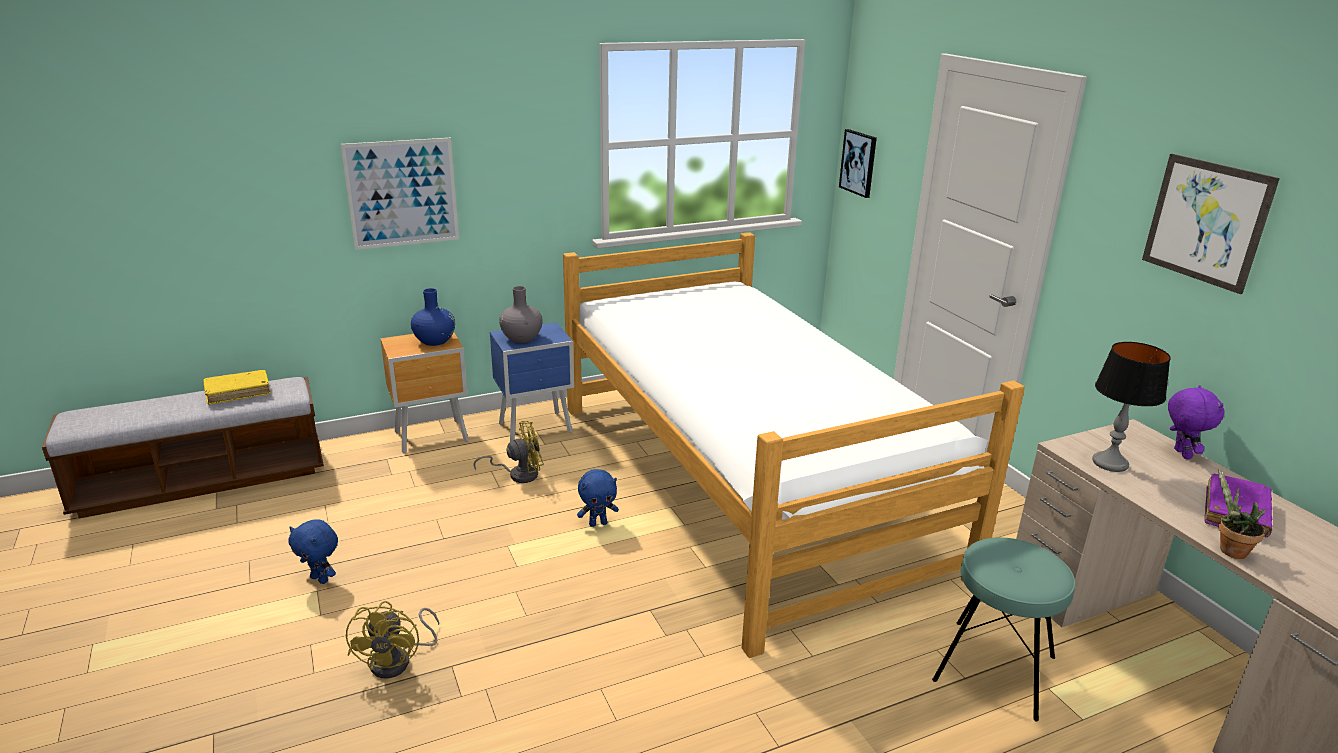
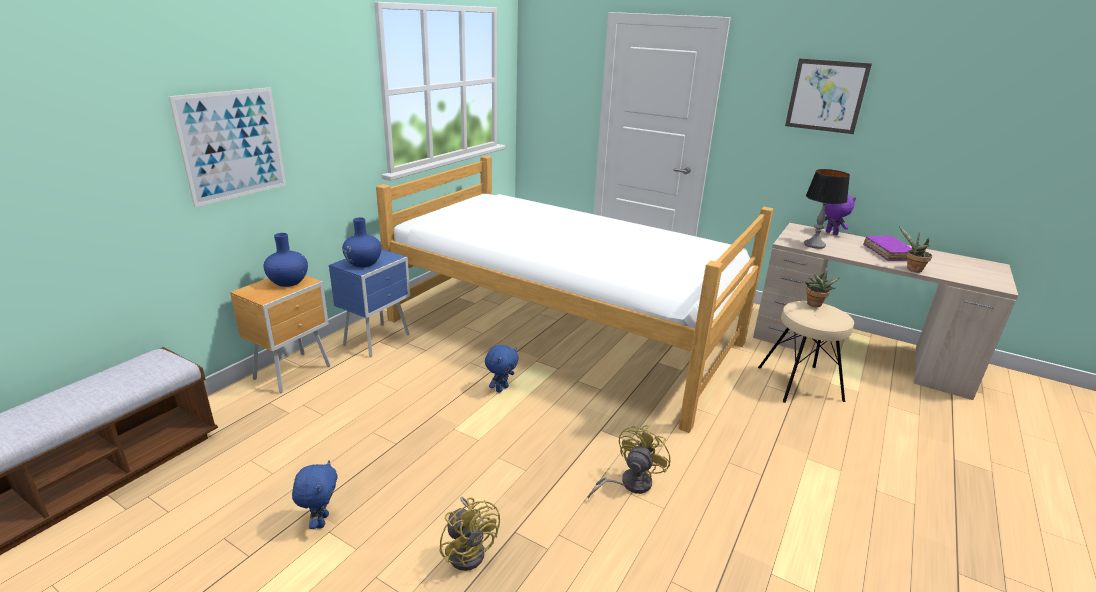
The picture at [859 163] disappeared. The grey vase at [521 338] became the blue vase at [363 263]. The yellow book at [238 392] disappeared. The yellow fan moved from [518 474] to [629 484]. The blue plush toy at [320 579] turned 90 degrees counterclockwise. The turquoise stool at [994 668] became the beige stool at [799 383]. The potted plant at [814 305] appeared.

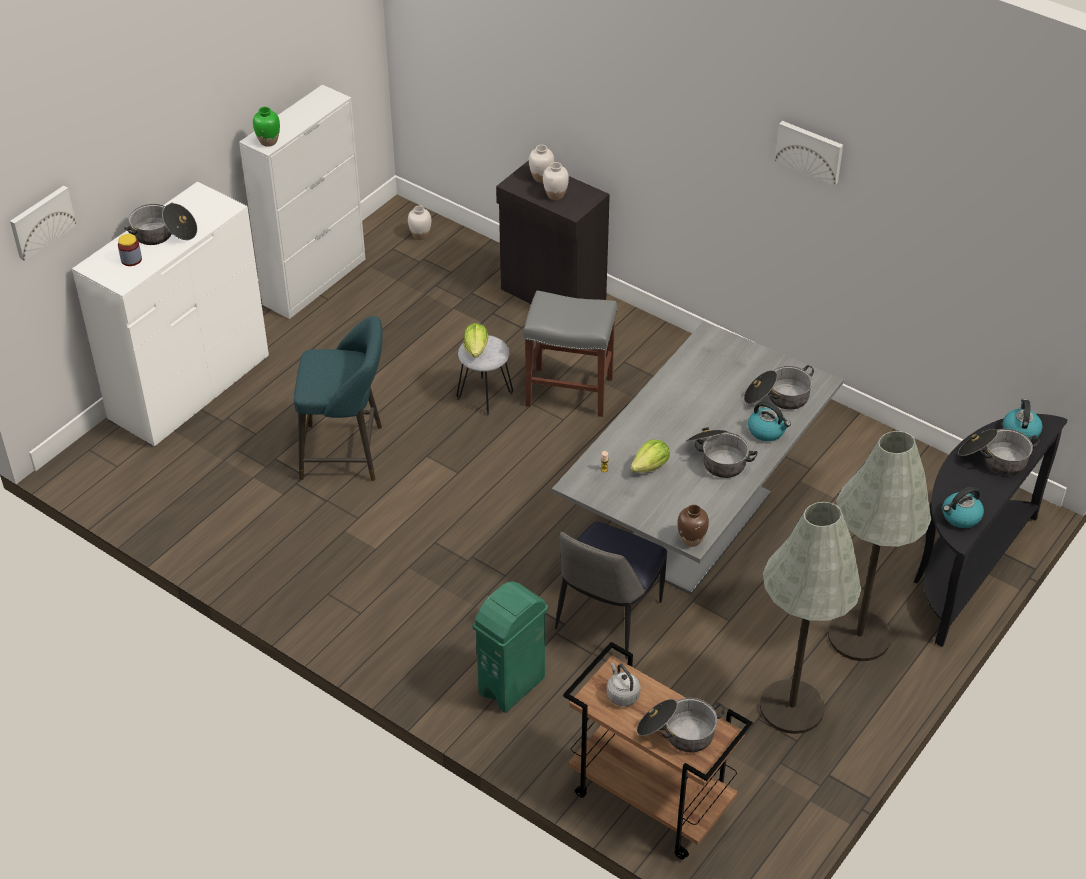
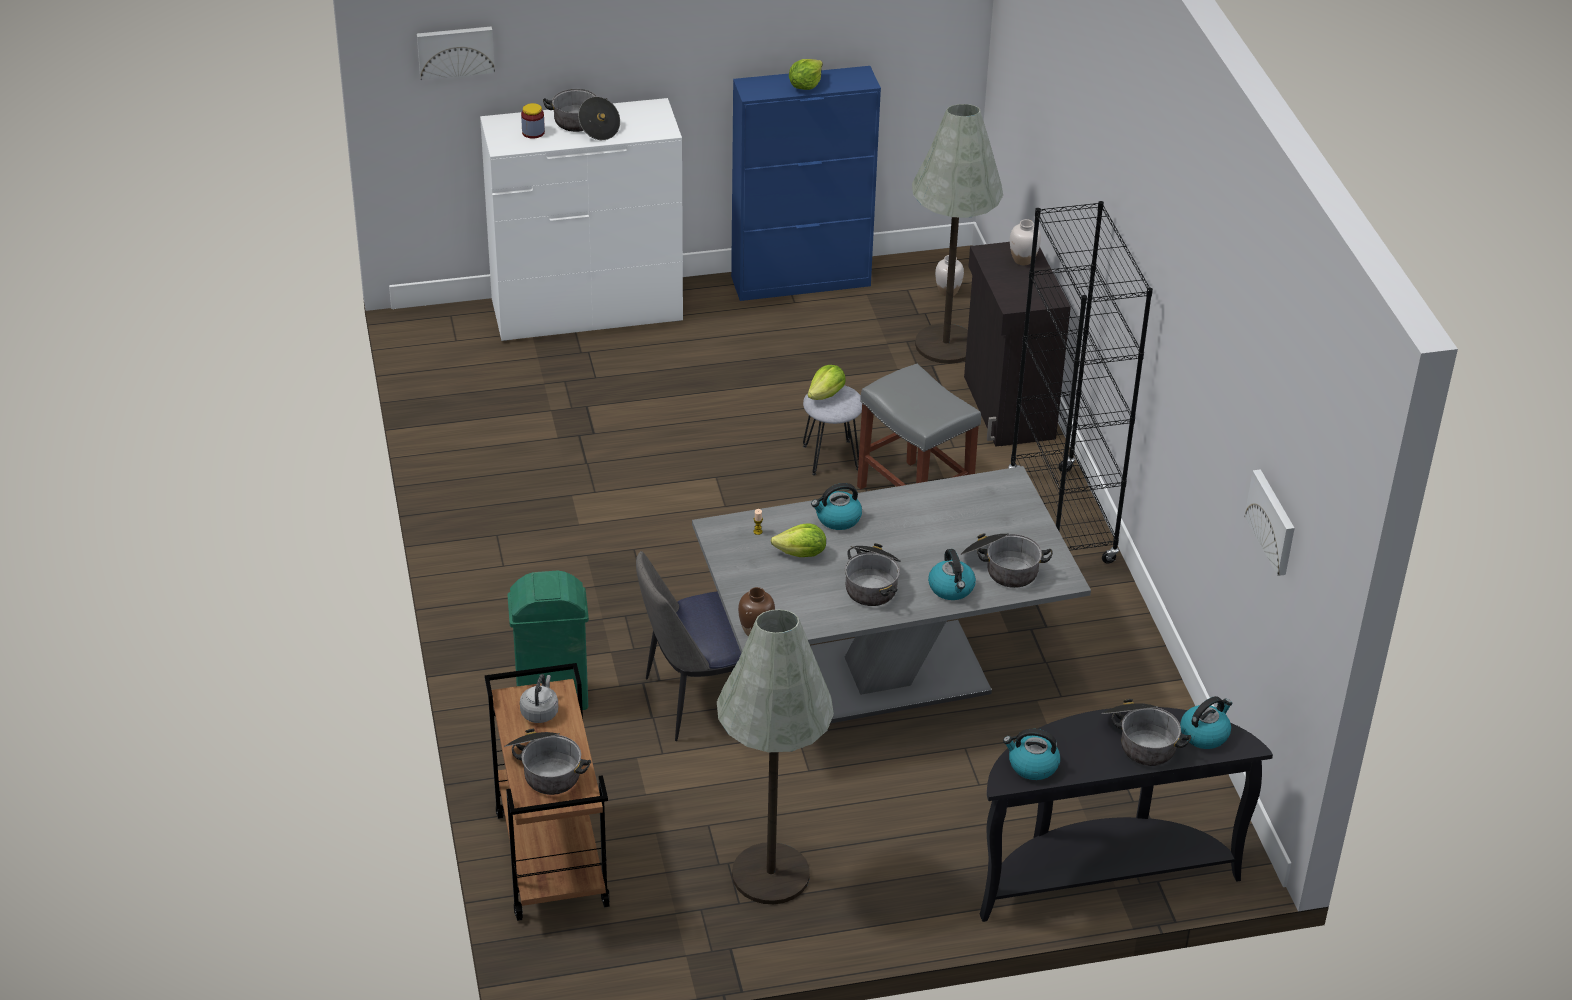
The white cabinet at [315 281] became the blue cabinet at [801 281]. The green vase at [268 142] disappeared. The picture moved from [810 151] to [1273 521]. The white vase at [555 195] disappeared. The turquoise stool at [347 453] disappeared. The grey floor lamp moved from [859 636] to [945 345]. The lettuce at [805 85] appeared. The black bookcase at [1061 519] appeared. The kettle at [837 519] appeared.

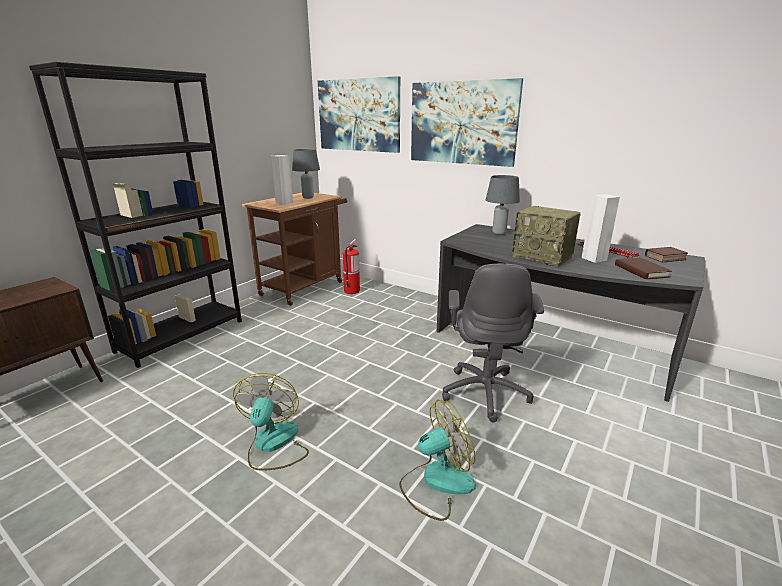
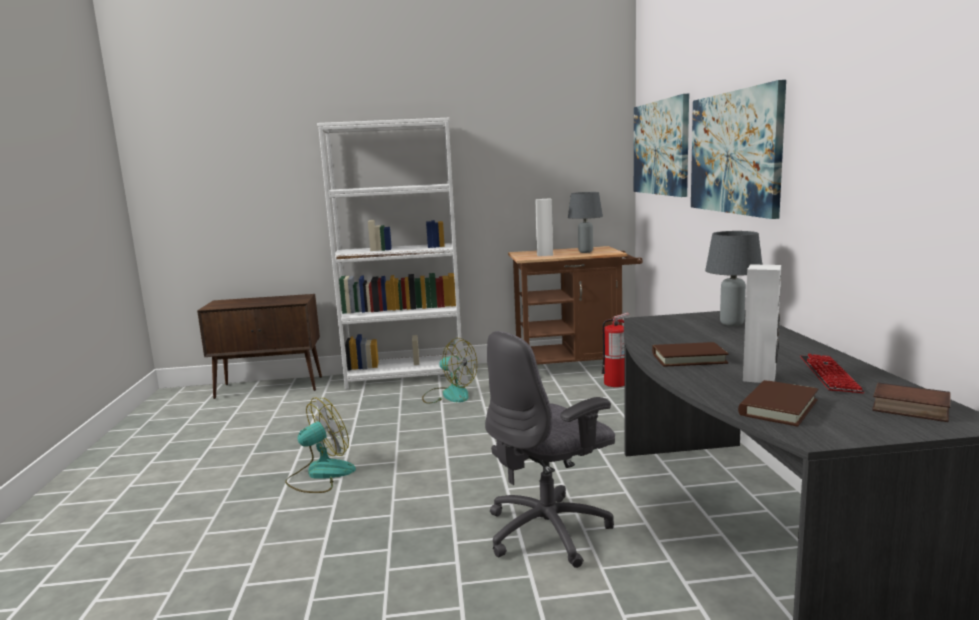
The black bookcase at [182 336] became the white bookcase at [405 377]. The radio at [543 257] was replaced by the brown book at [689 358]. The fan moved from [436 483] to [449 395].

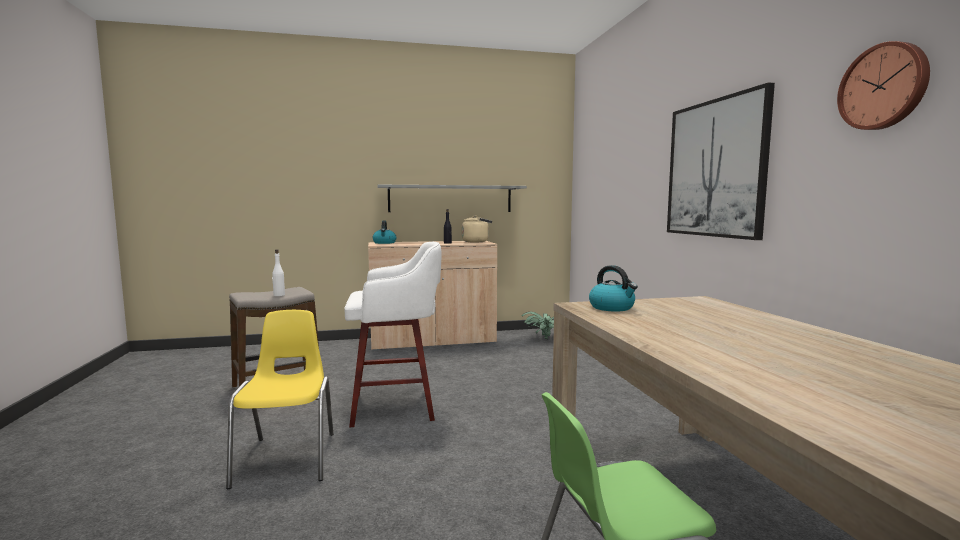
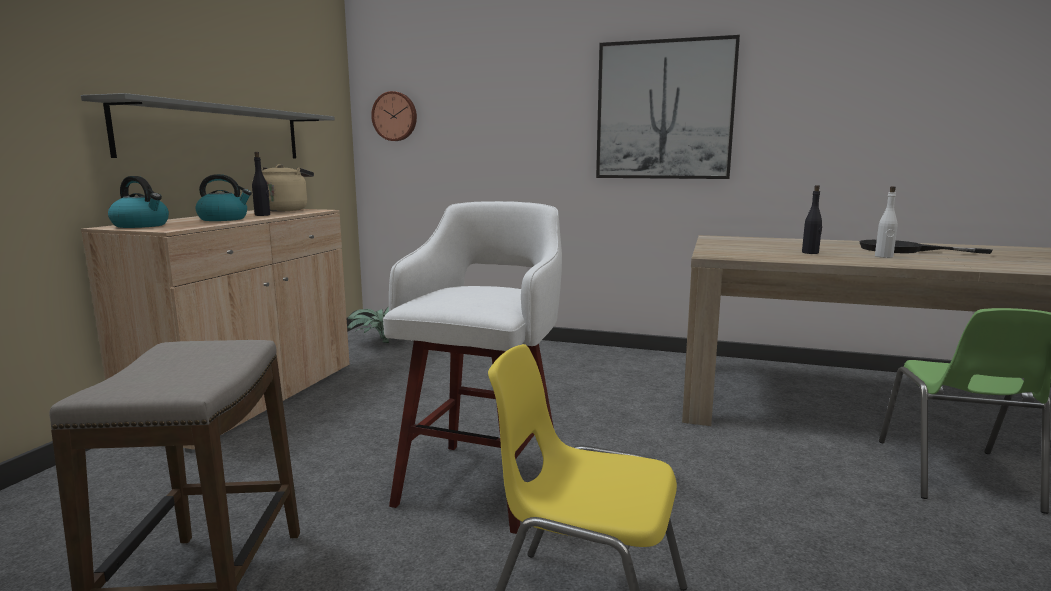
The wall clock moved from [884 87] to [395 116]. The white bottle moved from [279 295] to [884 256]. The kettle moved from [612 308] to [224 219]. The black bottle at [810 253] appeared. The black frying pan at [903 250] appeared.

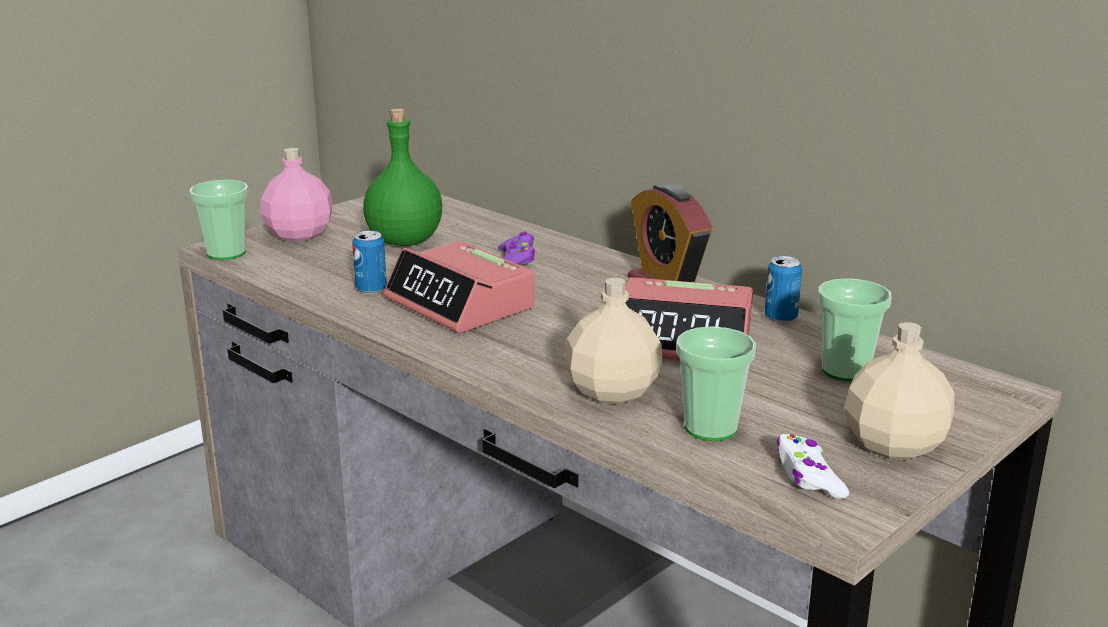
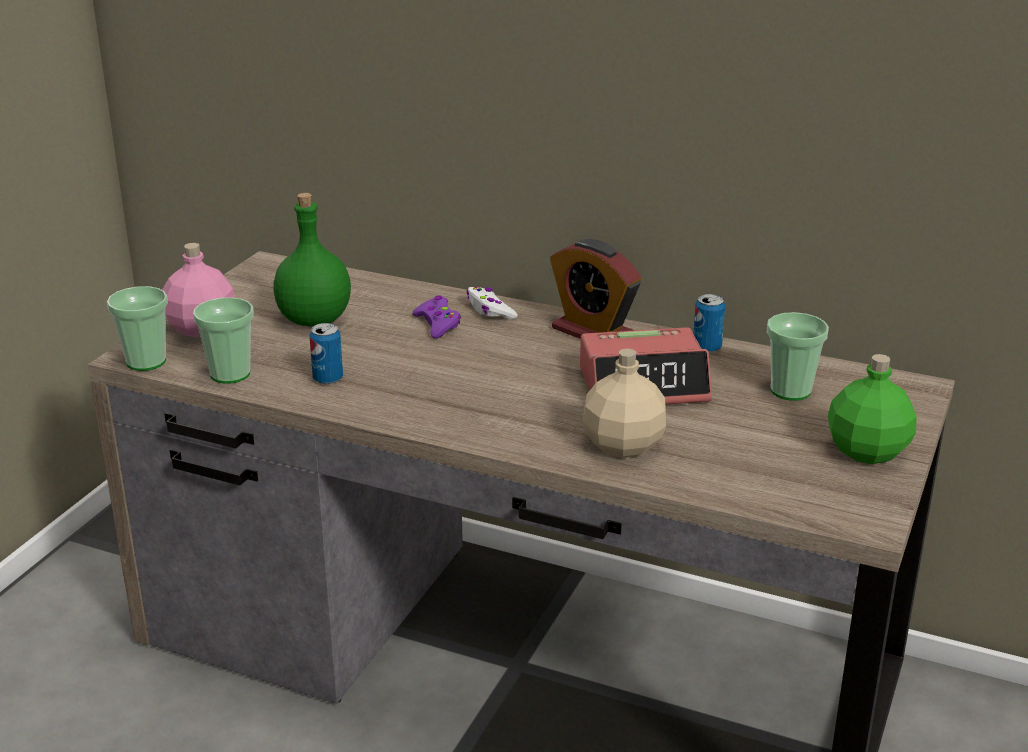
The alarm clock at [460 304] disappeared. The beige bottle at [895 446] became the green bottle at [868 452]. The cup moved from [710 428] to [230 374]. The white game controller moved from [808 476] to [490 310].

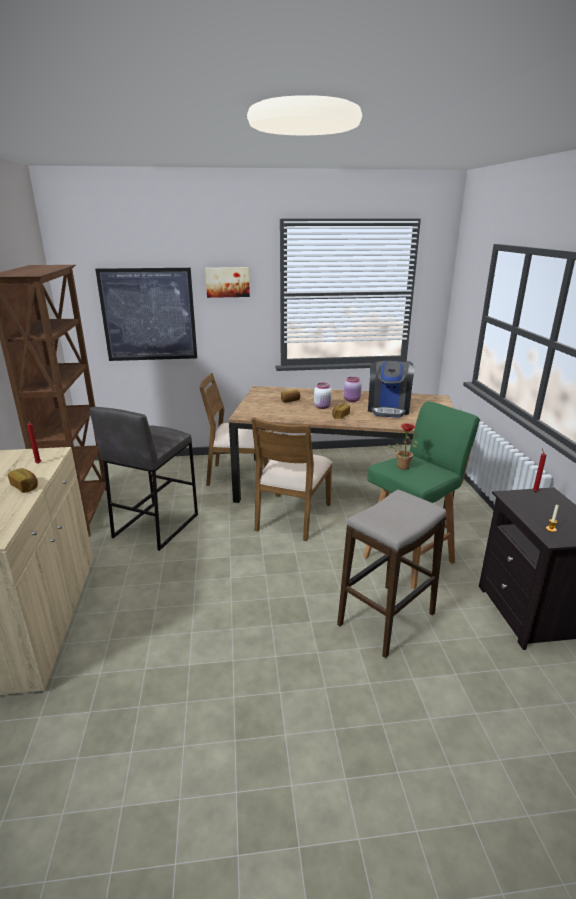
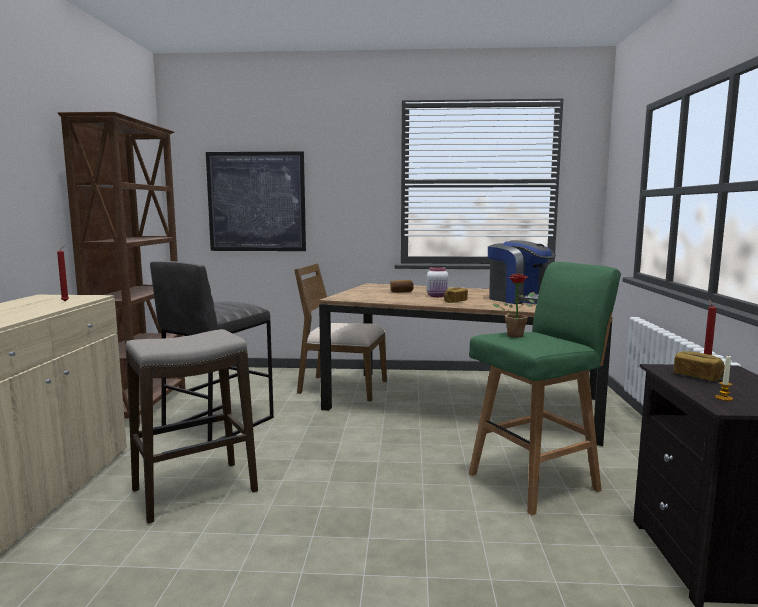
The picture at [227 282] disappeared. The coffee machine at [388 409] turned 60 degrees counterclockwise. The pink jar at [352 400] disappeared. The brown chair at [292 517] disappeared. The bread moved from [25 487] to [697 376]. The stool moved from [387 619] to [195 491].

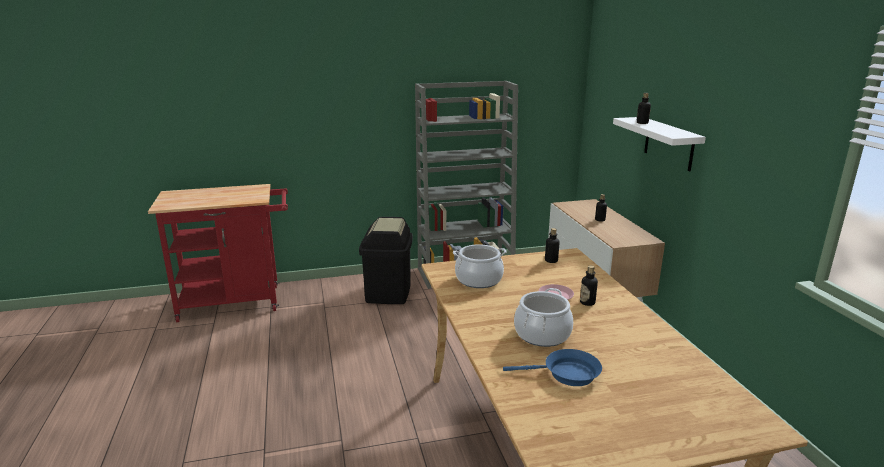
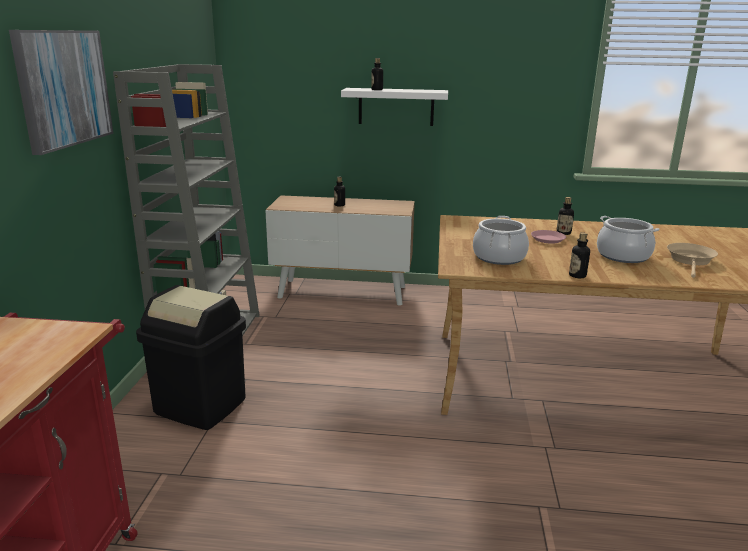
The bottle moved from [551 260] to [577 275]. The blue frying pan at [566 374] became the beige frying pan at [690 261]. The picture at [63 88] appeared.

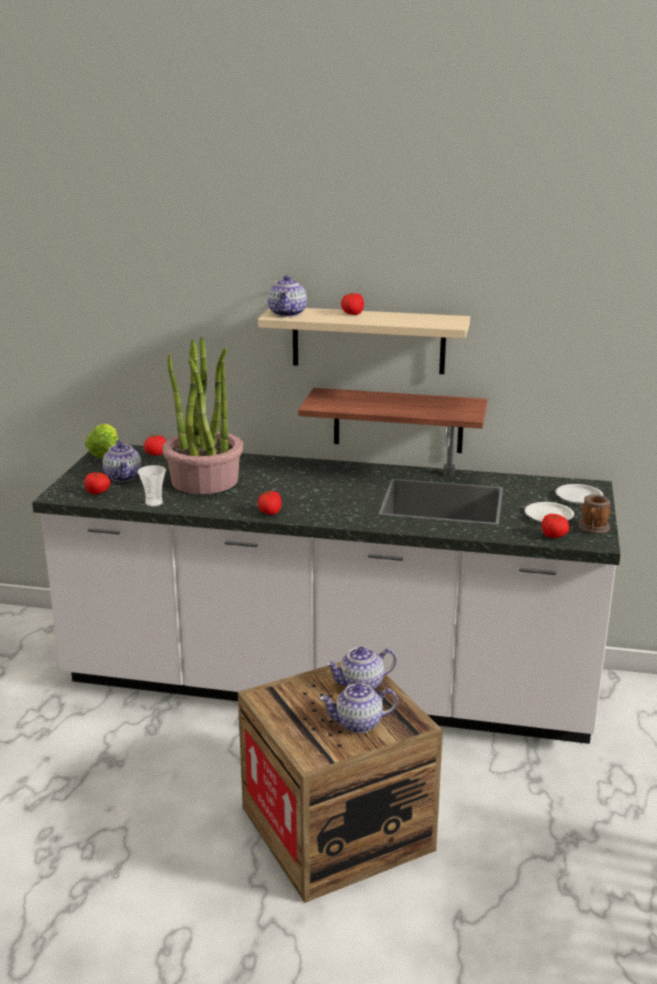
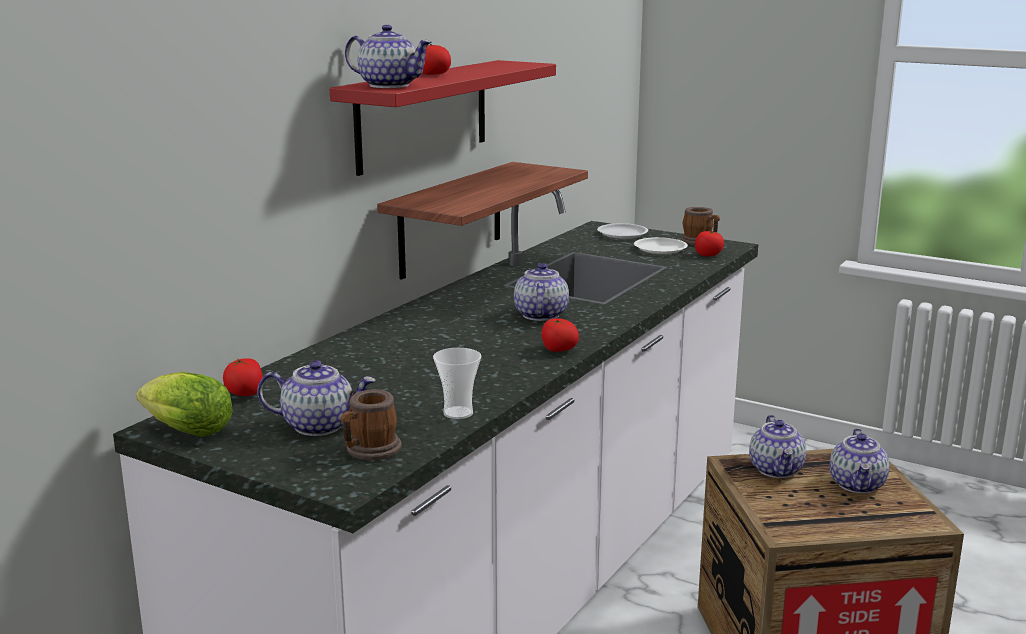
The beige shelf at [368 340] became the red shelf at [423 115]. The potted plant at [204 481] disappeared. The tomato at [97 492] was replaced by the mug at [369 451]. The teapot at [540 315] appeared.

